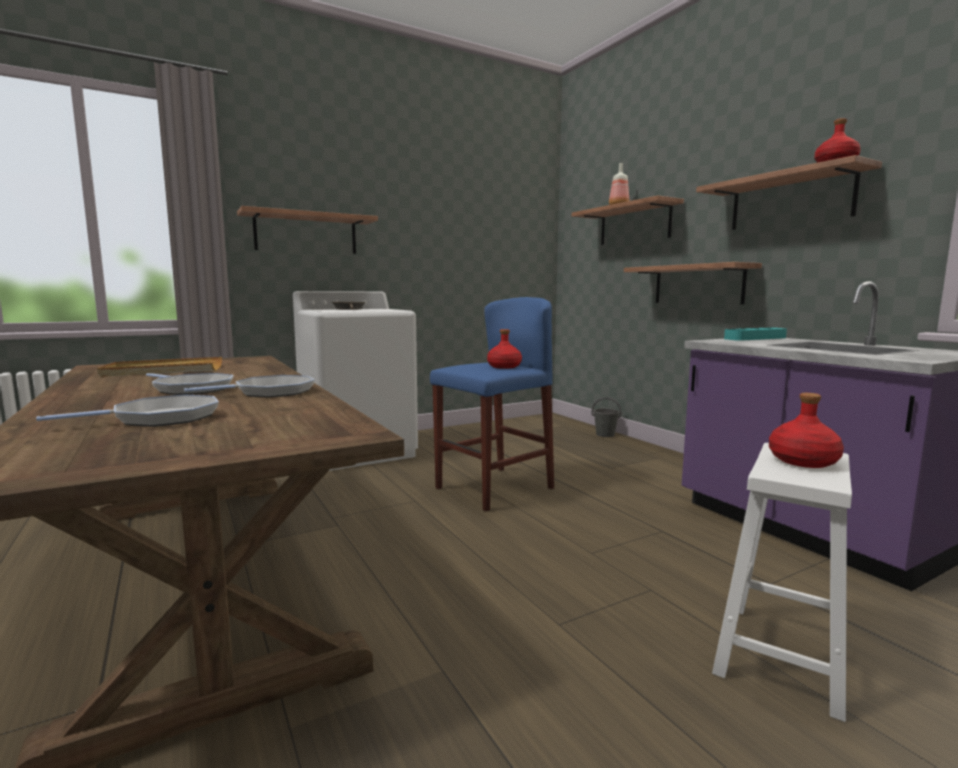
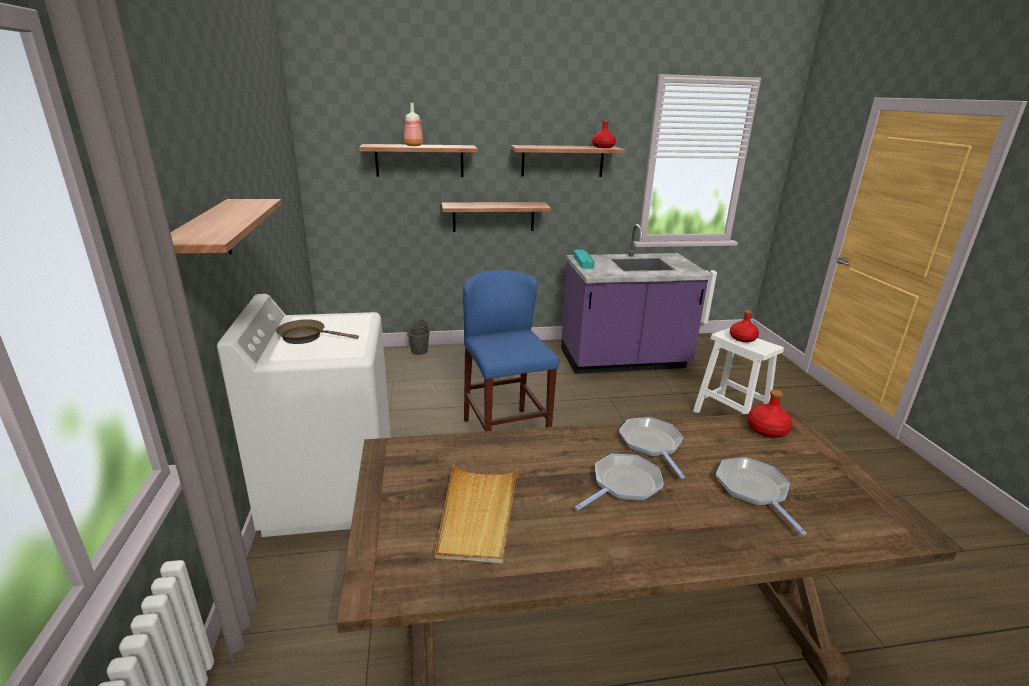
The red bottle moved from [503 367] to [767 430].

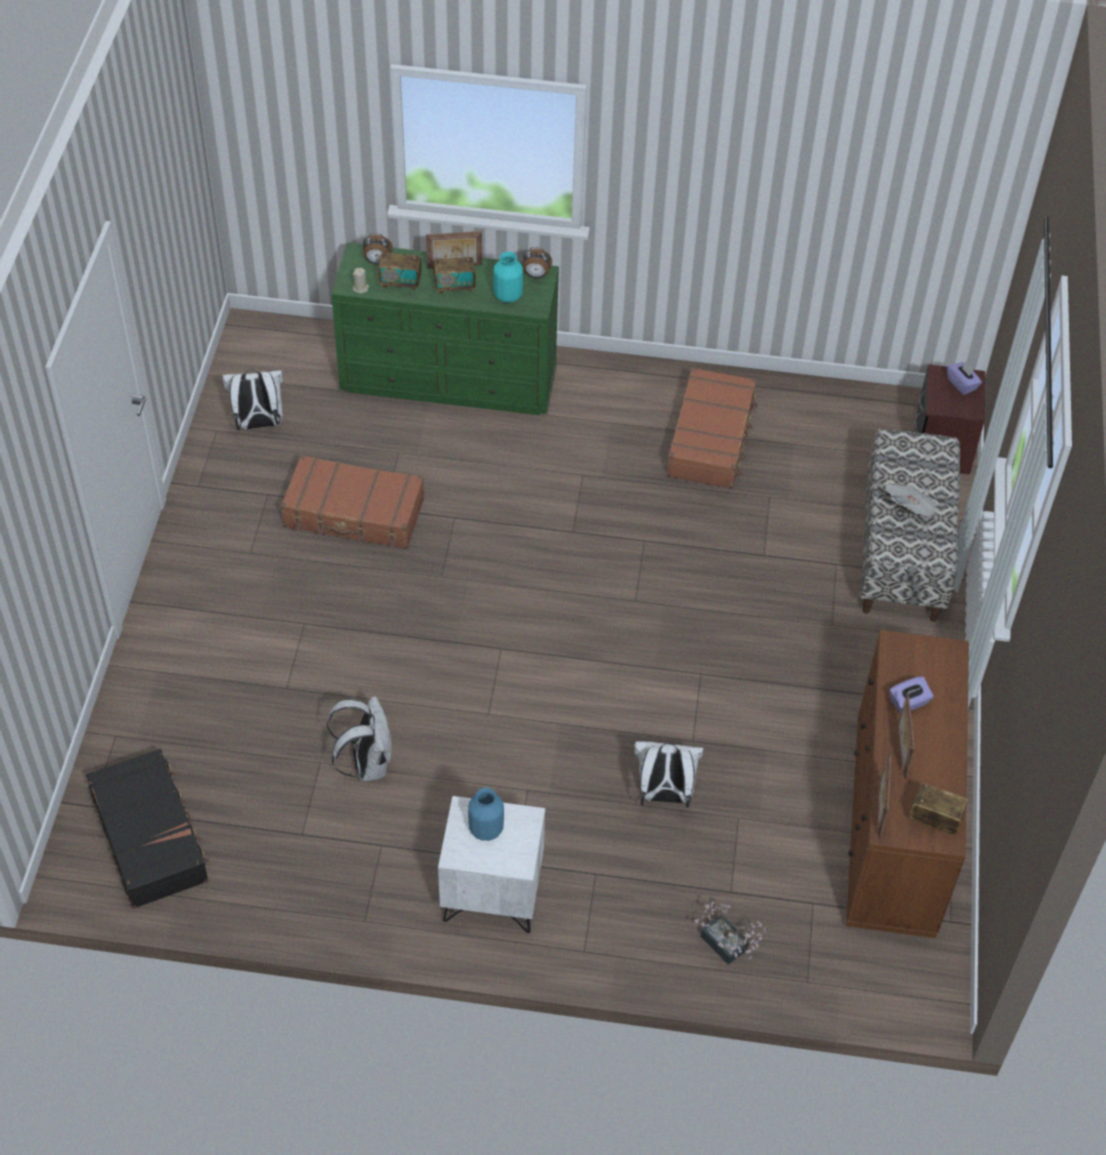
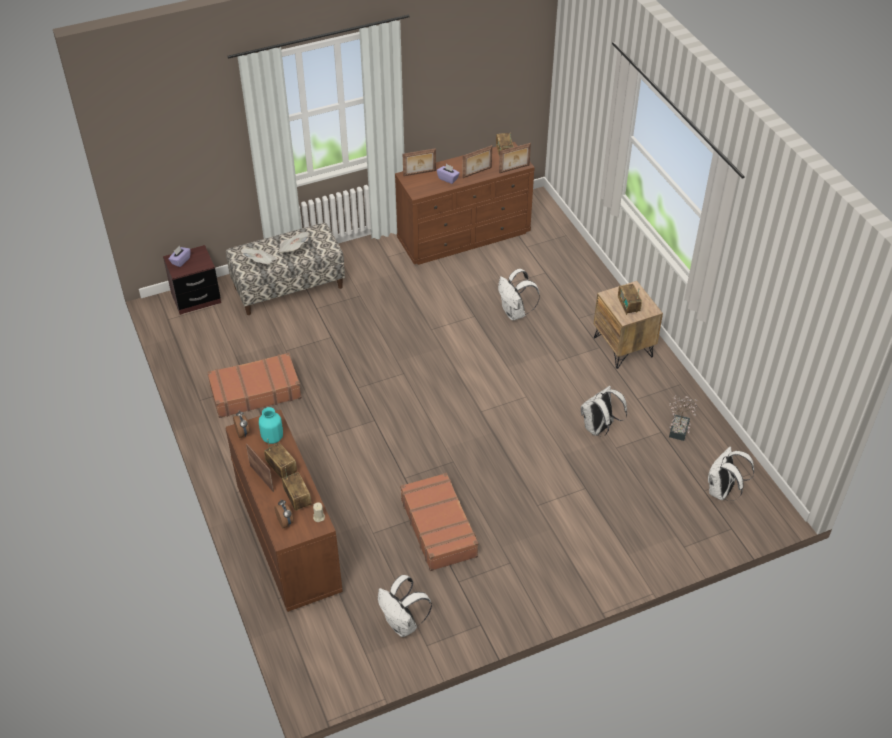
The green dresser at [450 379] became the brown dresser at [288 540]. The black suitcase at [150 836] was replaced by the white backpack at [722 491]. The blue vase at [485 829] was replaced by the radio at [628 306]. The white nightstand at [492 895] became the brown nightstand at [623 347]. The potted plant moved from [727 947] to [679 428]. The picture frame at [419 173] appeared. The newspaper at [260 262] appeared.

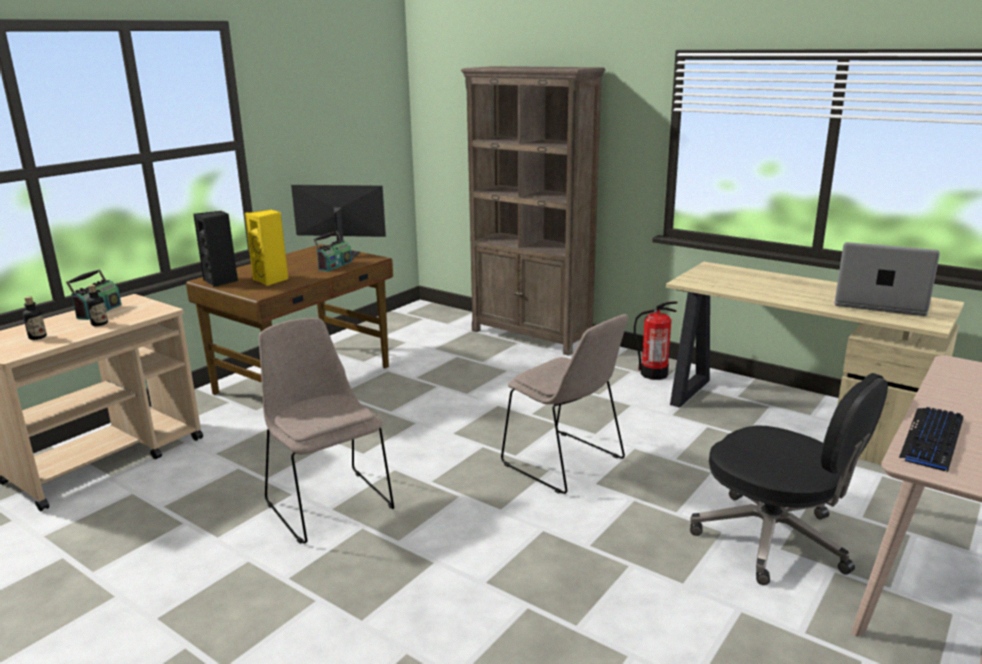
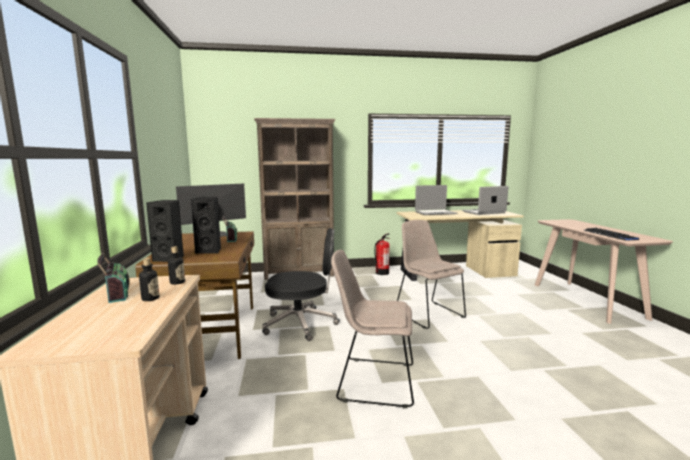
The yellow speaker at [271 280] became the black speaker at [210 251]. The bottle moved from [37 337] to [177 282]. The beige chair at [565 463] turned 120 degrees counterclockwise. The black office chair moved from [774 540] to [301 323]. The laptop at [435 213] appeared.

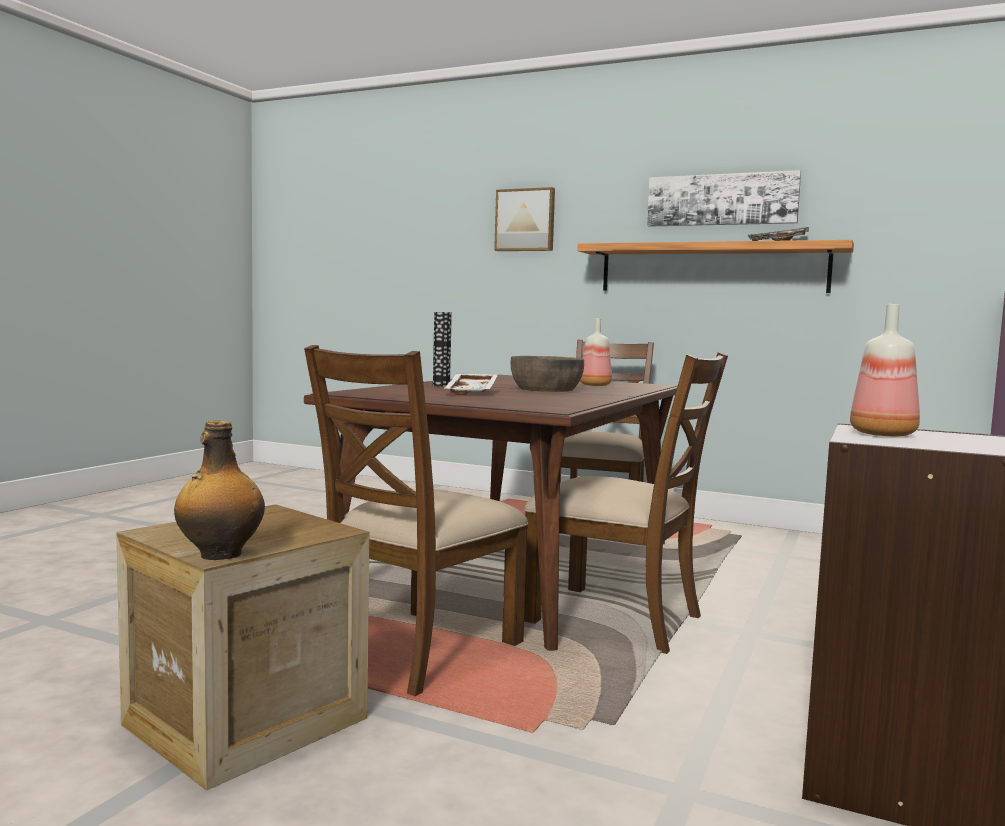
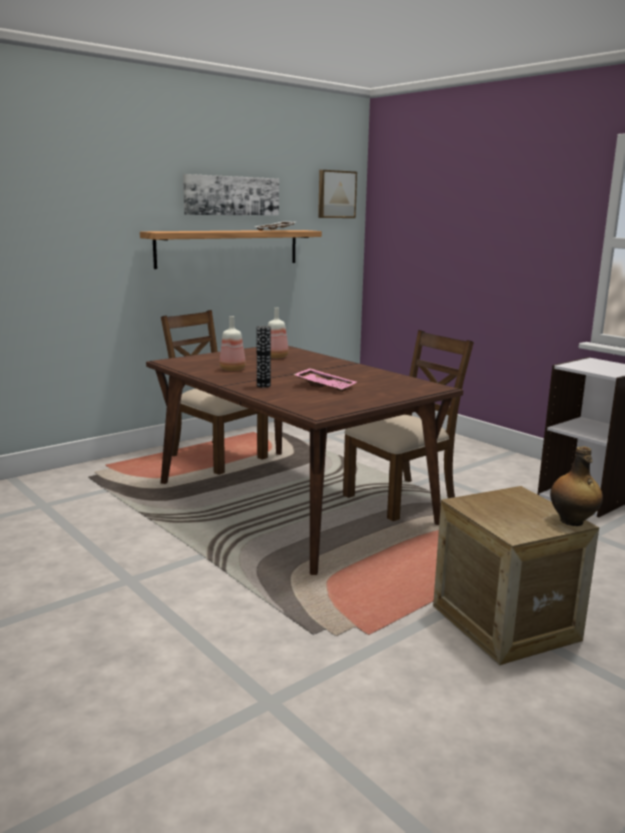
The picture moved from [525 220] to [336 194]. The bottle moved from [884 434] to [232 369]. The brown chair at [417 651] disappeared. The brown bowl at [546 389] disappeared. The white tray at [473 392] became the pink tray at [325 386].

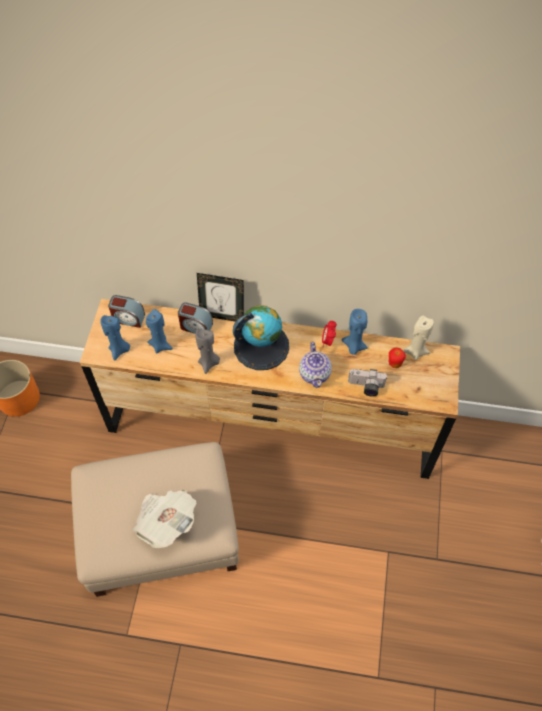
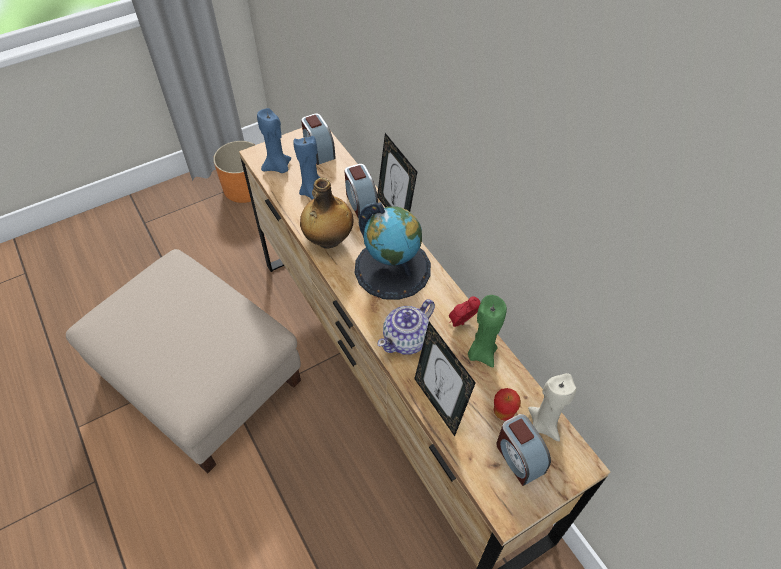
The blue candle at [353 346] became the green candle at [481 353]. The grey candle at [209 363] was replaced by the bottle at [328 240]. The photo camera at [366 387] was replaced by the picture frame at [439 403]. The newspaper at [166 521] disappeared. The alarm clock at [519 457] appeared.

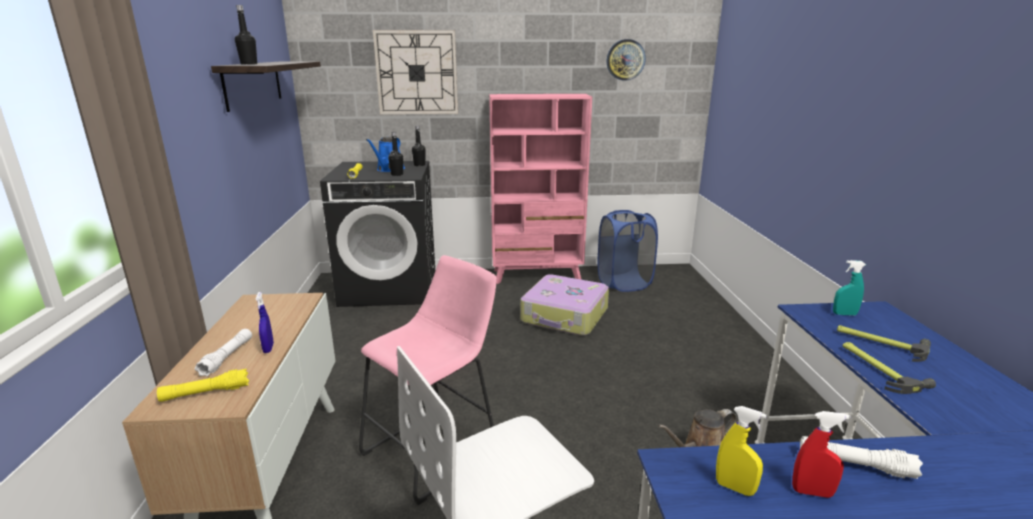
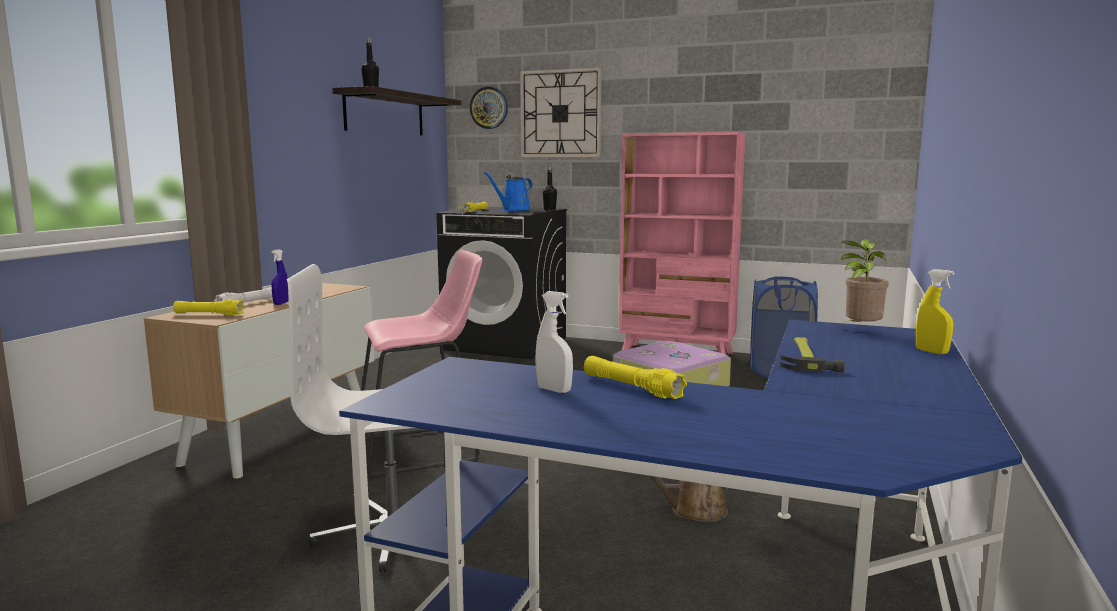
The wall clock moved from [625 60] to [489 108]. The black bottle at [397 174] disappeared. The turquoise spray bottle at [844 314] was replaced by the potted plant at [860 331]. The hammer at [880 343] disappeared. The yellow spray bottle moved from [734 488] to [931 352]. The red spray bottle at [812 492] became the white spray bottle at [554 390]. The white flashlight at [855 465] became the yellow flashlight at [631 387].

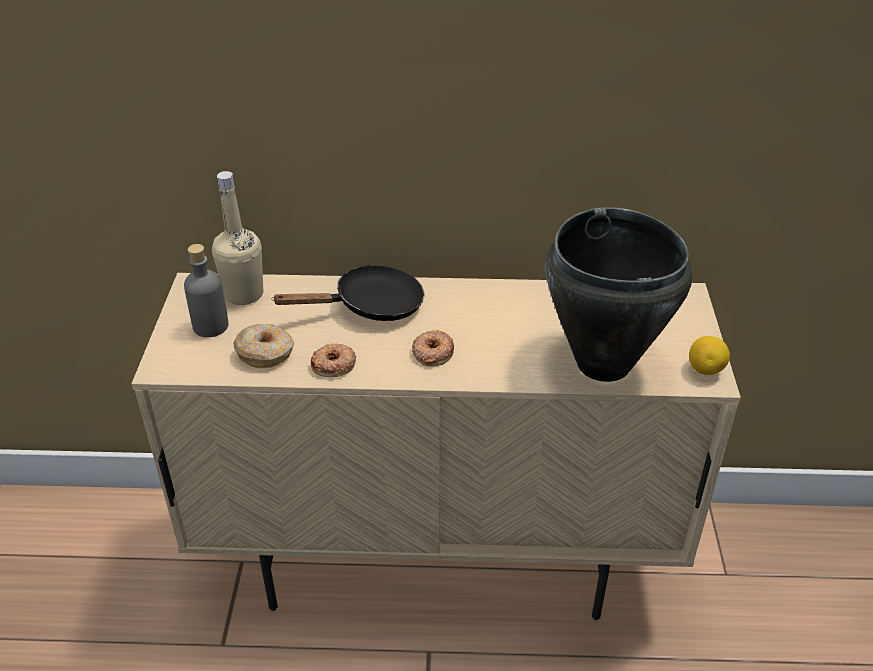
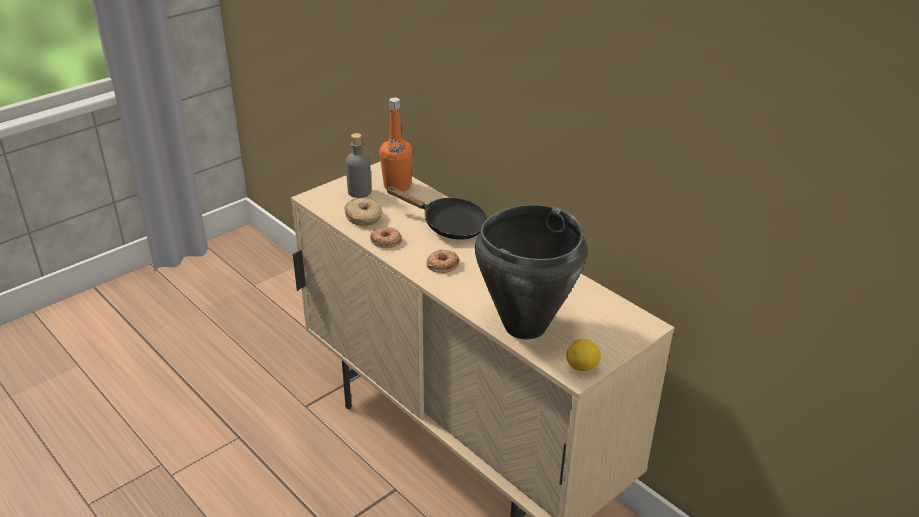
The beige bottle at [244 294] became the orange bottle at [397 186].

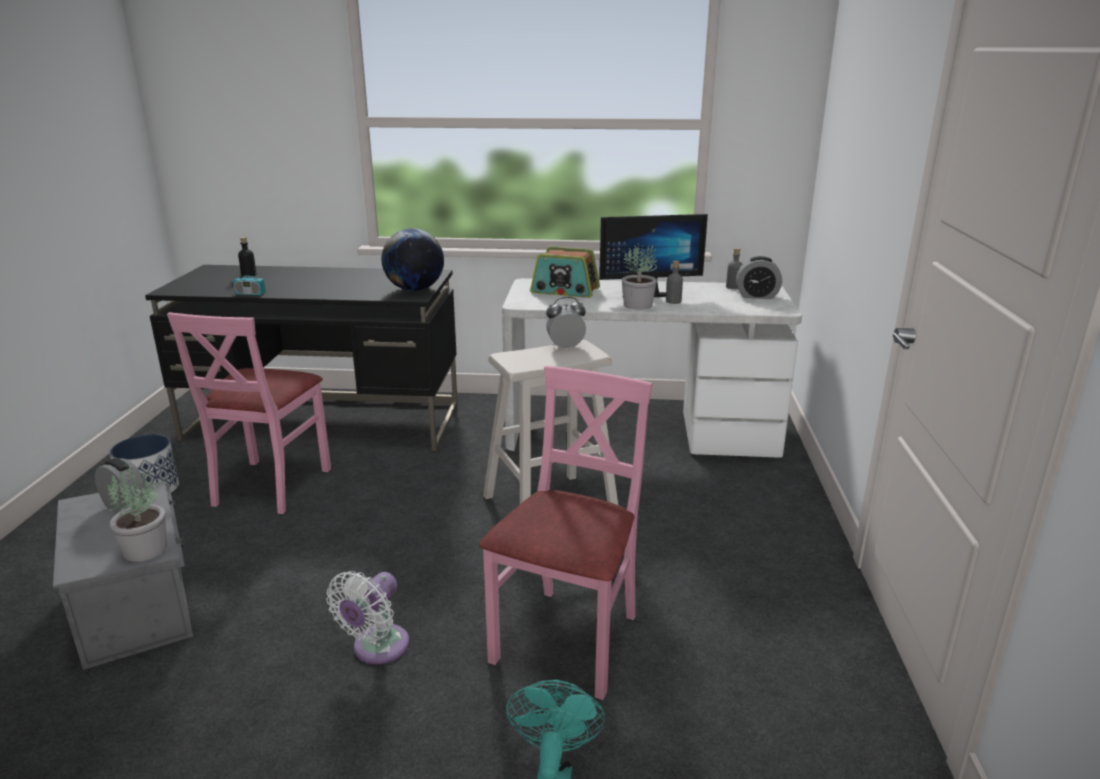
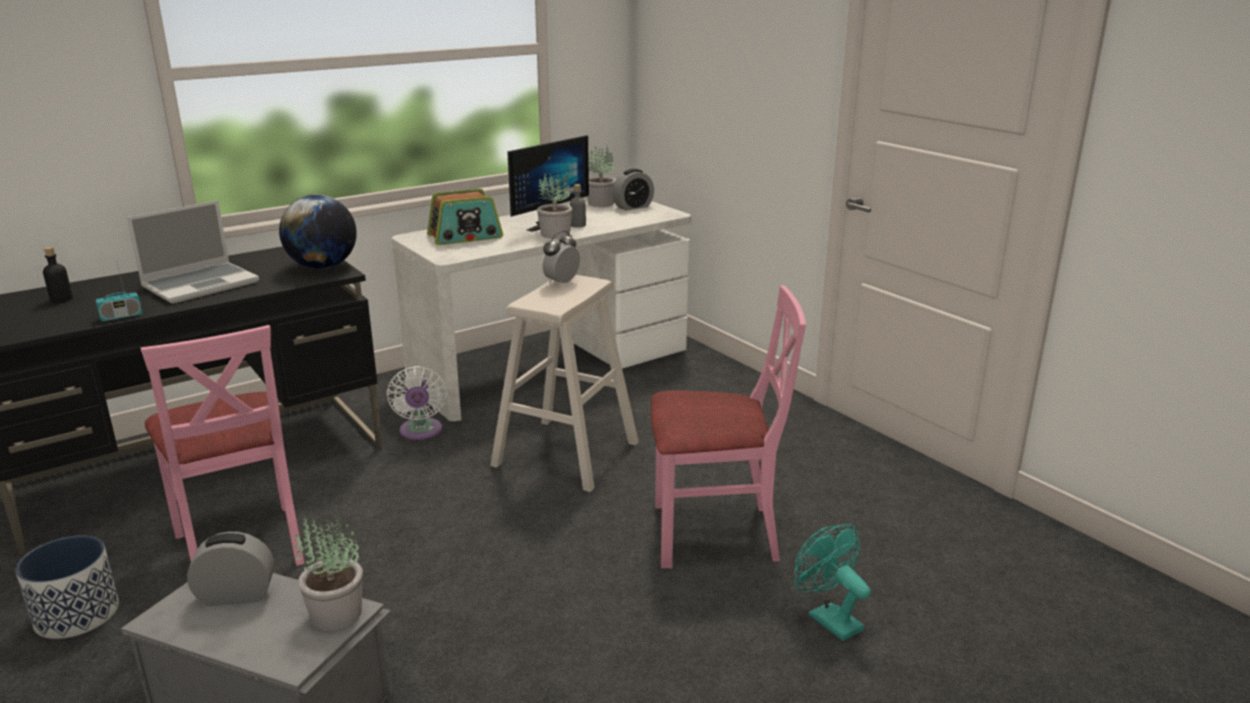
The grey bottle at [733 287] was replaced by the potted plant at [601 203]. The pink chair at [568 640] turned 105 degrees clockwise. The white fan moved from [377 649] to [421 432]. The laptop at [201 284] appeared.

